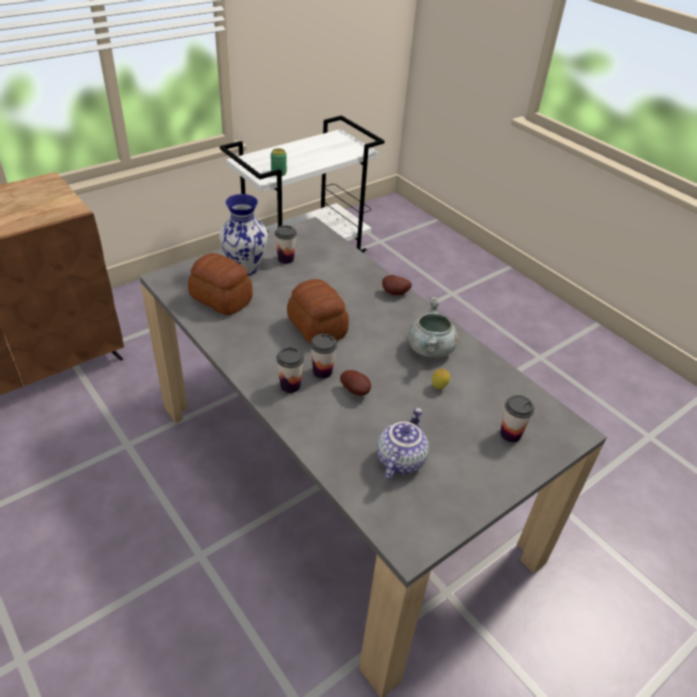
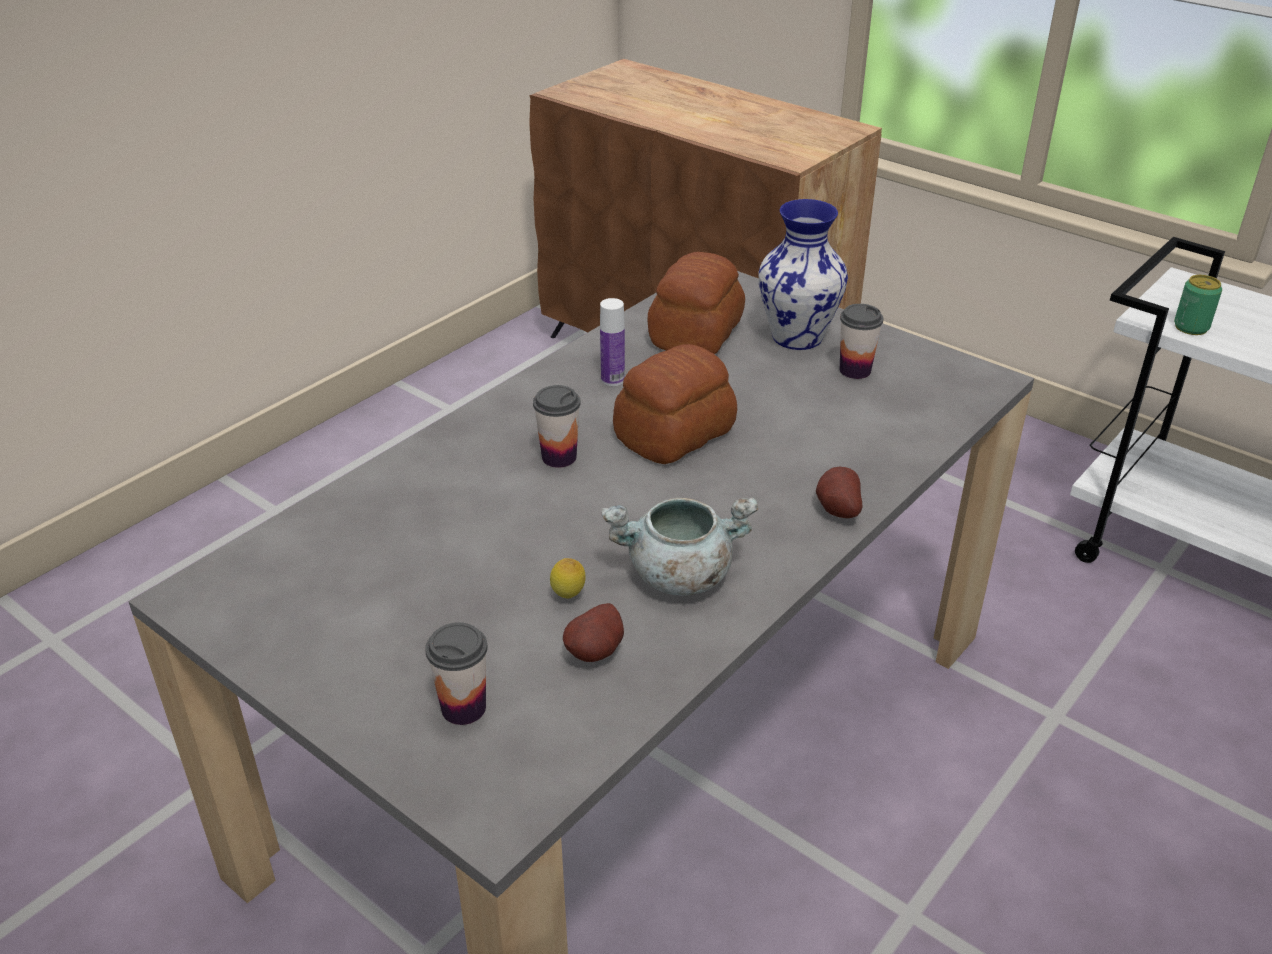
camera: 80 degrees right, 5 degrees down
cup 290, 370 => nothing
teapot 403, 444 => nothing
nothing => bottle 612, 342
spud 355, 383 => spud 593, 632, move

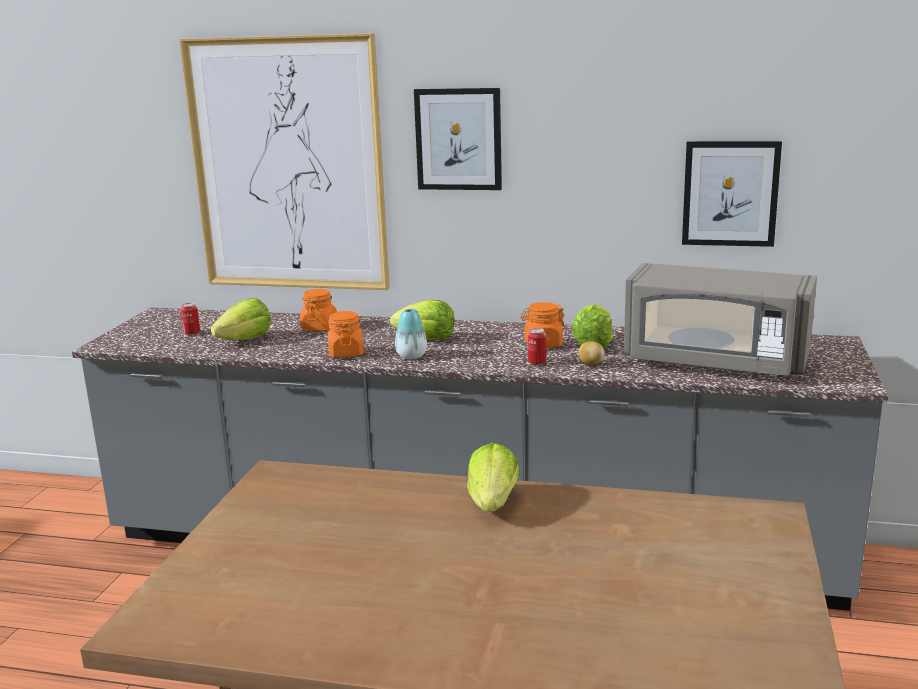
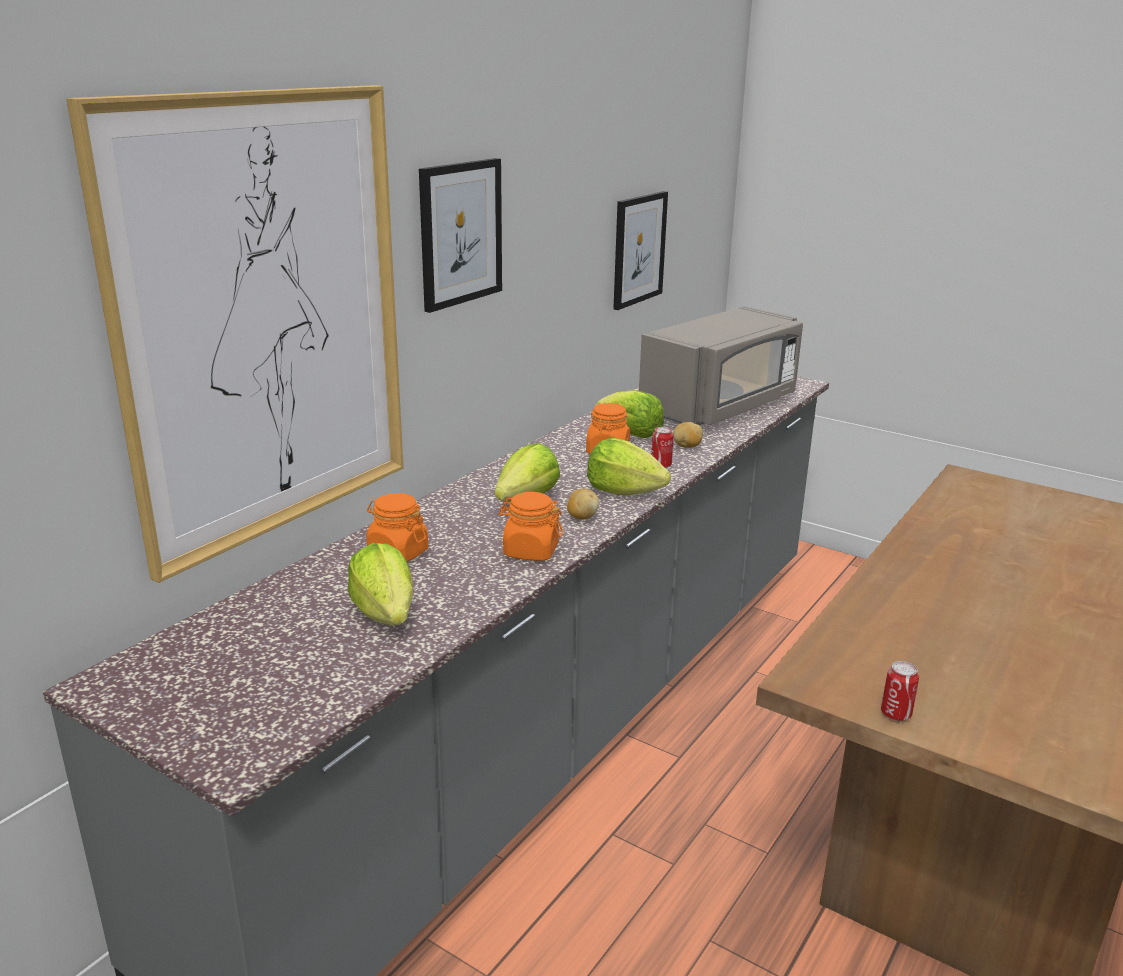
camera: 70 degrees left, 5 degrees up
sealed can 190, 319 => sealed can 900, 691, move
head of lettuce 493, 477 => head of lettuce 629, 466, move
flower vase 411, 333 => spud 583, 504

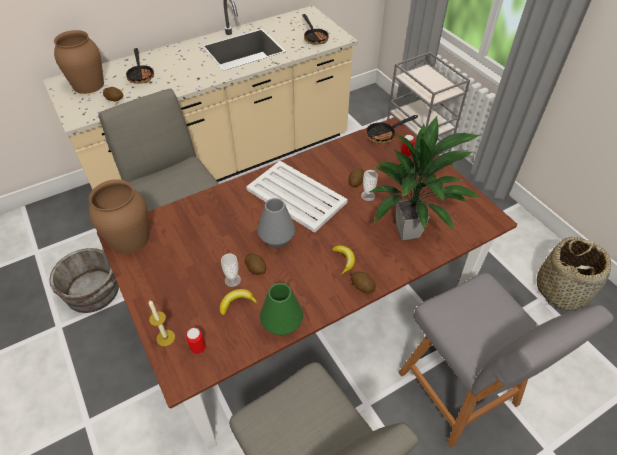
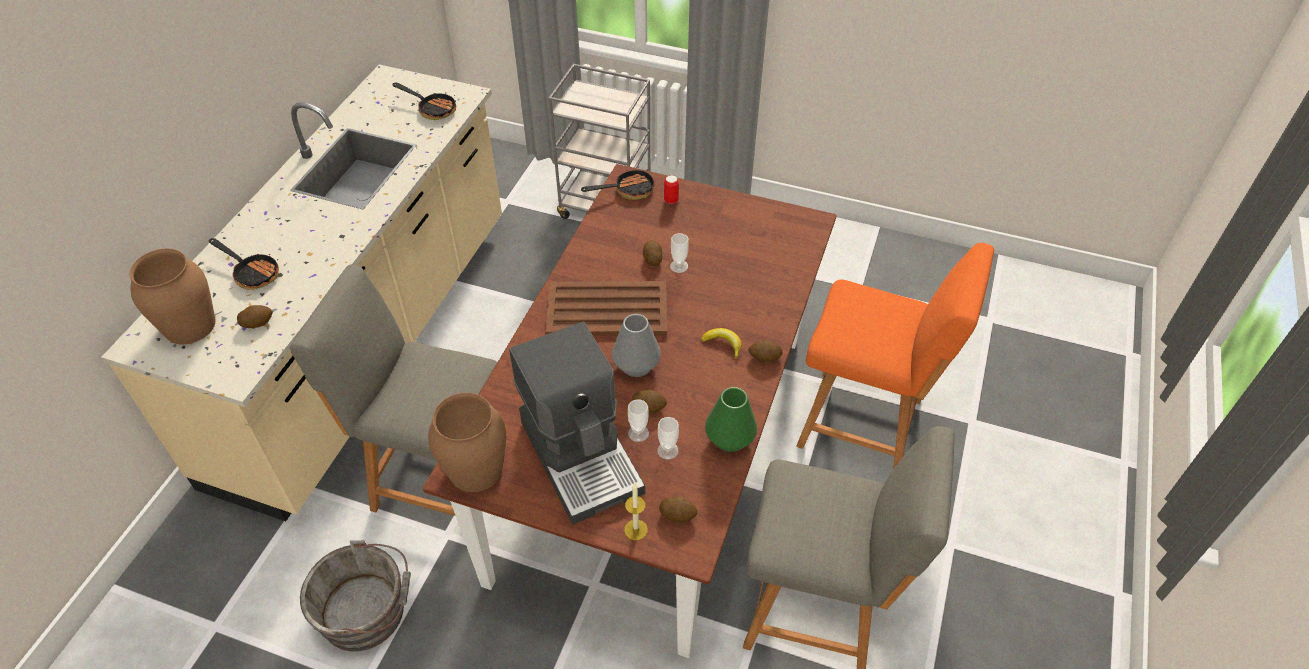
camera: 40 degrees left, 0 degrees up
potted plant 425, 178 => nothing
storage basket 574, 274 => nothing
nothing => coffee brewer 577, 423
sealed can 196, 341 => spud 678, 510
banana fruit 239, 302 => cup 668, 438
whitish serving tray 297, 197 => brown serving tray 606, 308
grey chair 506, 360 => orange-coloured chair 895, 356
frying pan 392, 129 => frying pan 617, 184, 135 degrees counterclockwise

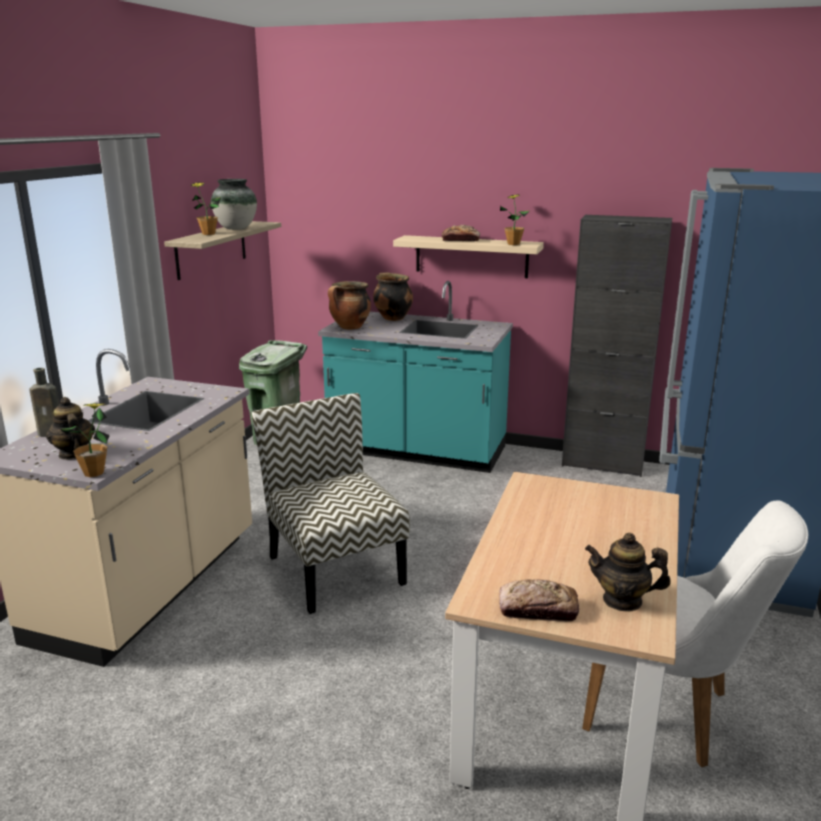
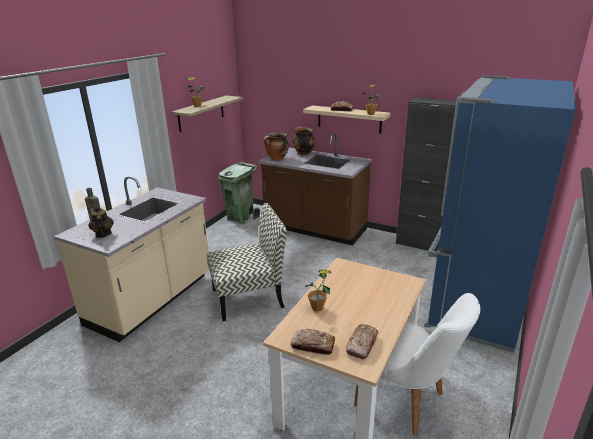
camera: 10 degrees right, 5 degrees up
flower vase 234, 204 => nothing
potted plant 85, 440 => potted plant 318, 290, move
teapot 628, 572 => bread 362, 341
blue-green counter 415, 377 => brown counter 315, 189
chair 330, 503 => chair 247, 262, 90 degrees clockwise

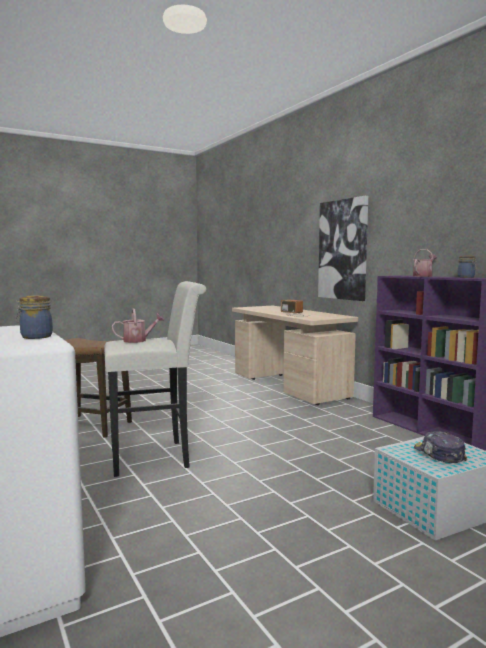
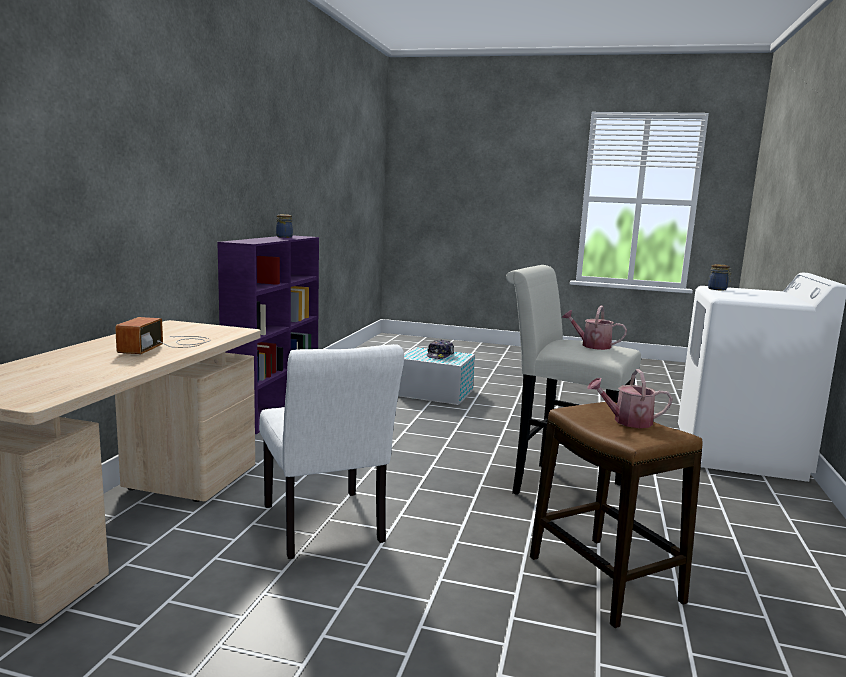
camera: 135 degrees left, 5 degrees up
picture 343, 248 => nothing
nothing => whitish chair 331, 451
watering pot 425, 263 => watering pot 630, 398, move

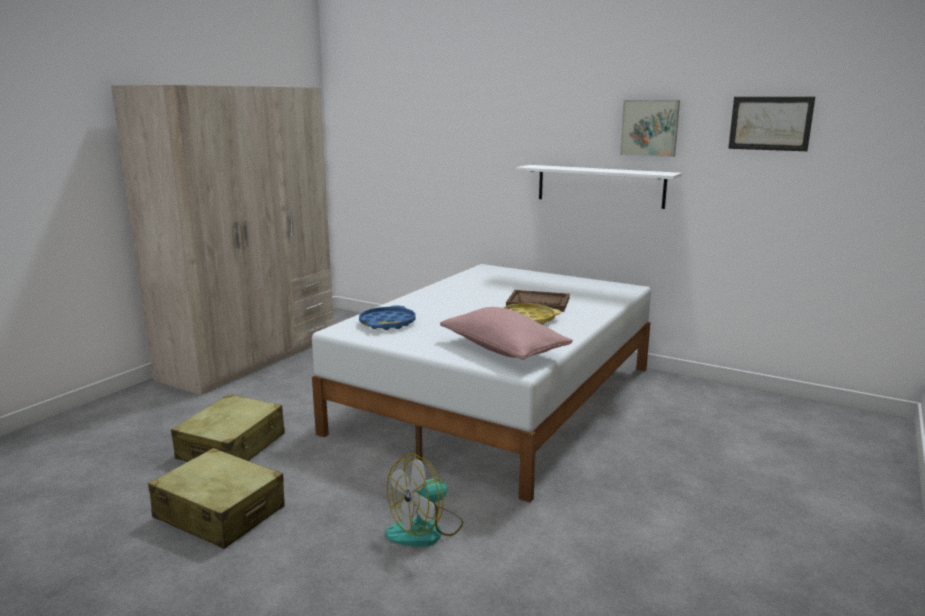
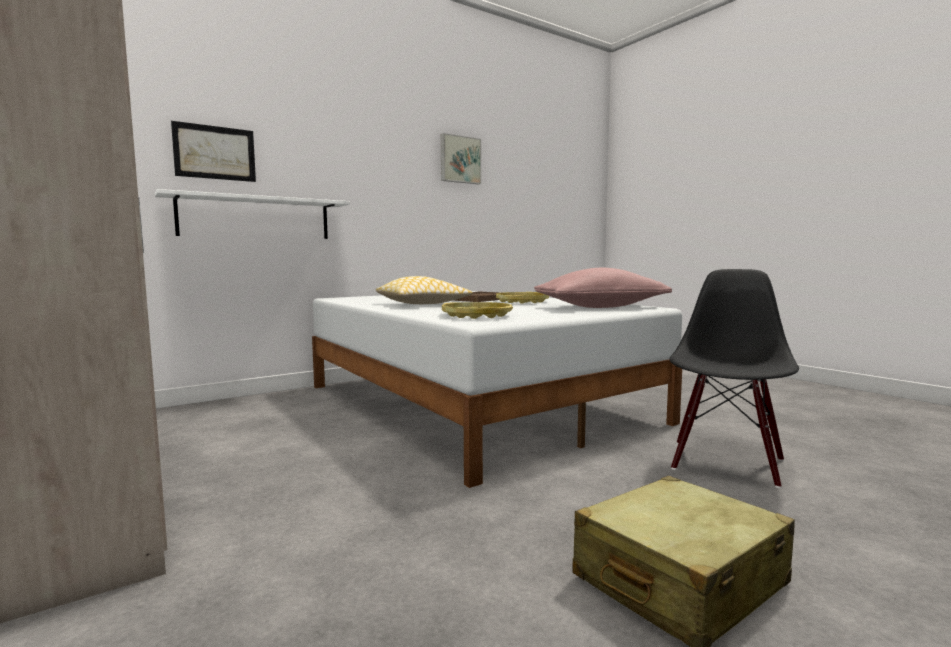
camera: 65 degrees left, 10 degrees down
beige-coloured piece of luggage 228, 428 => nothing
nothing => pillow 424, 290
whitish shelf 599, 187 => whitish shelf 252, 214, move
picture 771, 124 => picture 213, 151, move
fan 424, 500 => blackish chair 734, 378
bluish serving tray 387, 318 => yellowish serving tray 477, 310

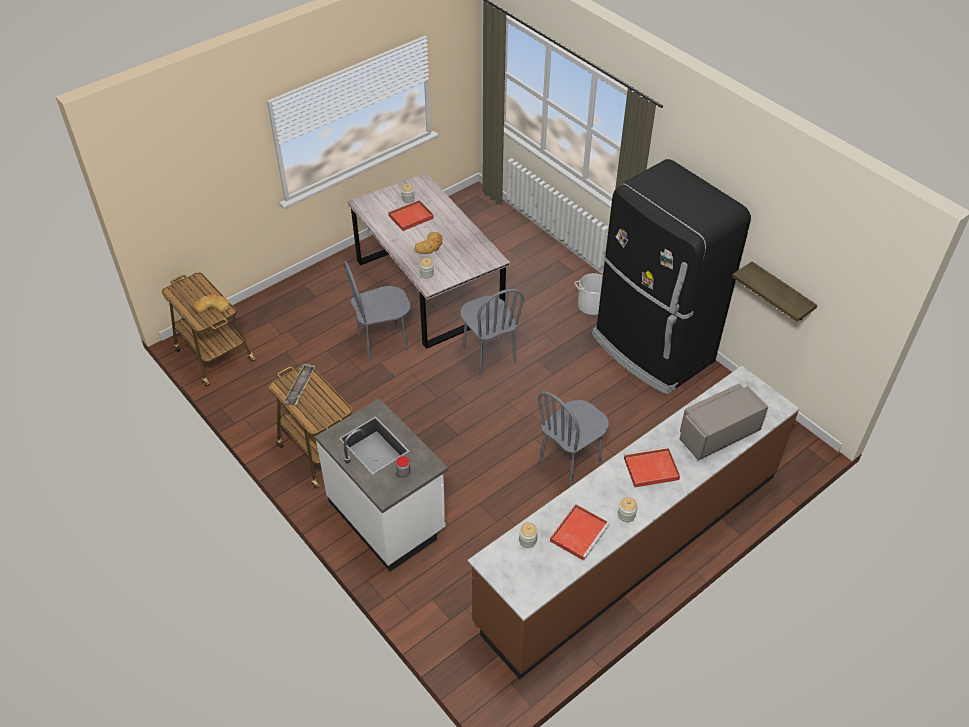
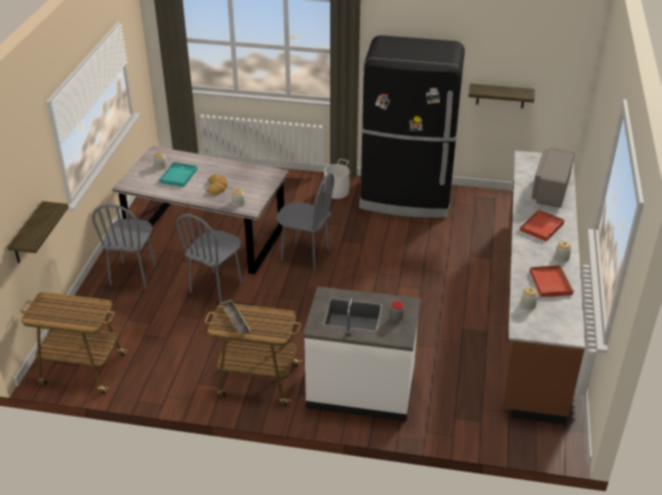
camera: 40 degrees left, 10 degrees down
bread 211, 304 => nothing
nothing => shelf 38, 232
grey chair 573, 439 => grey chair 124, 246, move
red-coloured serving tray 411, 215 => blue-green serving tray 177, 174

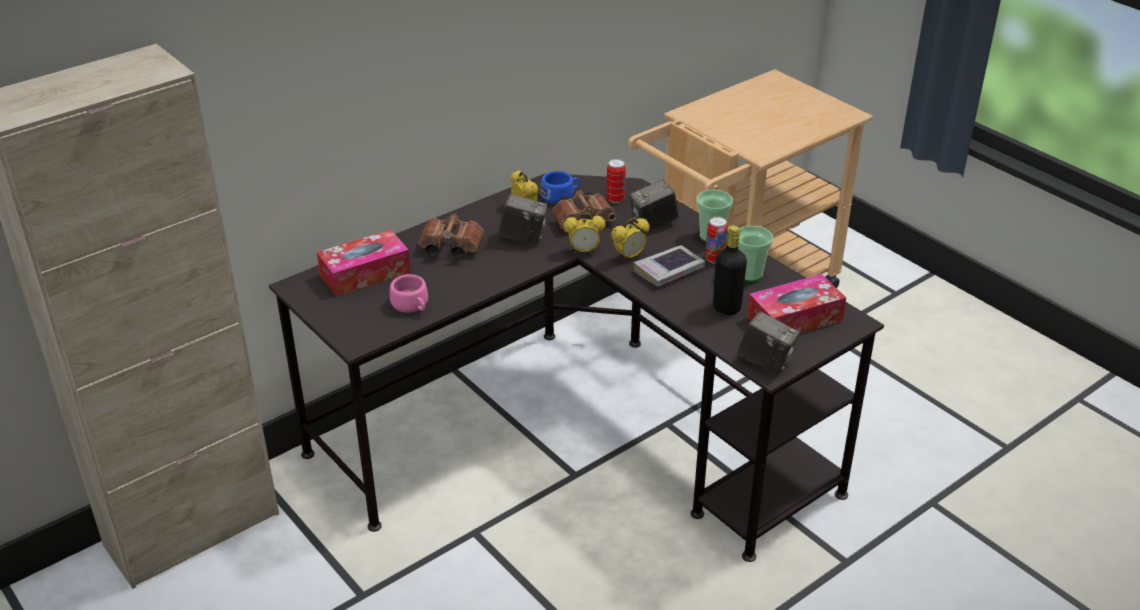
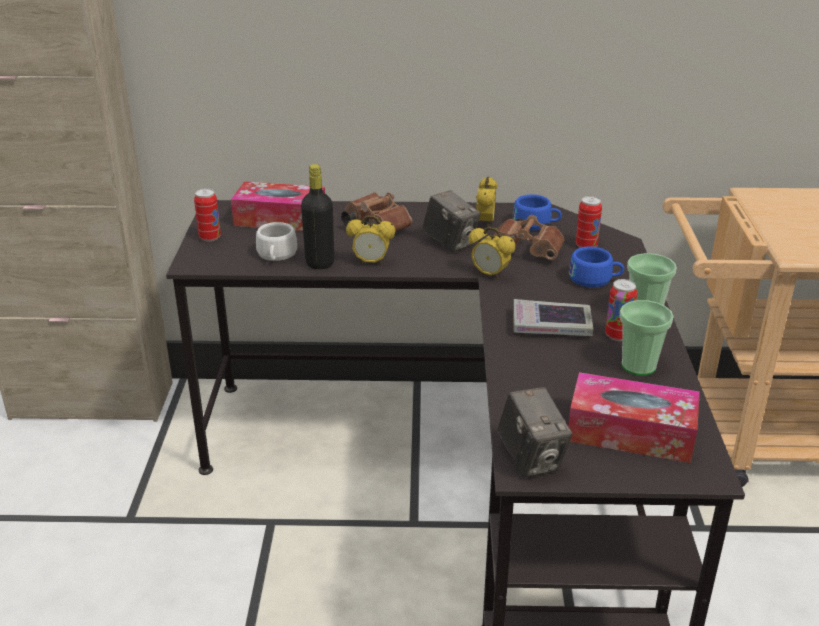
camera: 40 degrees right, 5 degrees down
nothing => sealed can 207, 215
table clock 630, 240 => table clock 370, 240, move
blackish bottle 730, 270 => blackish bottle 317, 217, move
photo camera 654, 205 => bluish cup 596, 267
pink cup 409, 293 => whitish cup 276, 241

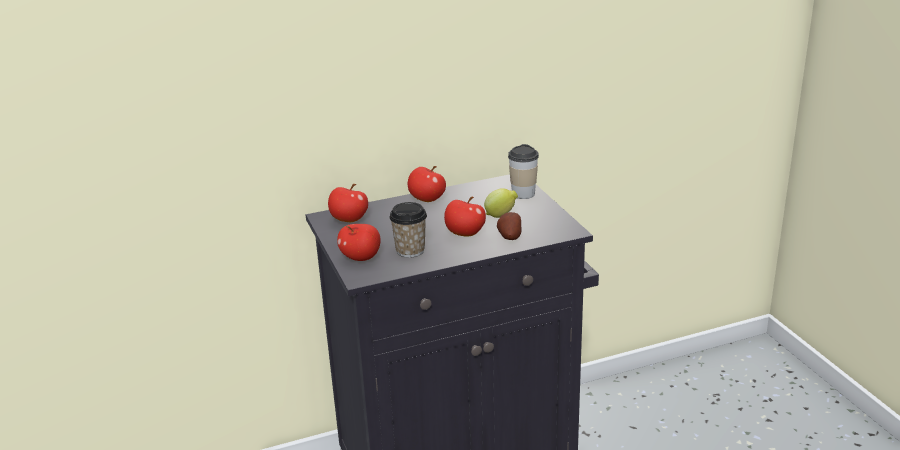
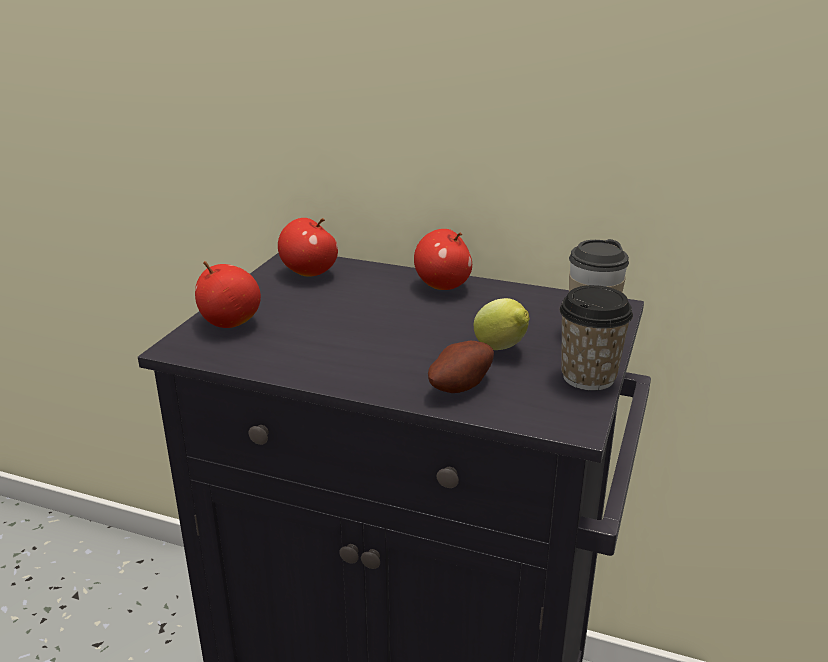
camera: 40 degrees right, 0 degrees up
whole apple 465, 217 => nothing
cup 408, 230 => cup 596, 338, move

